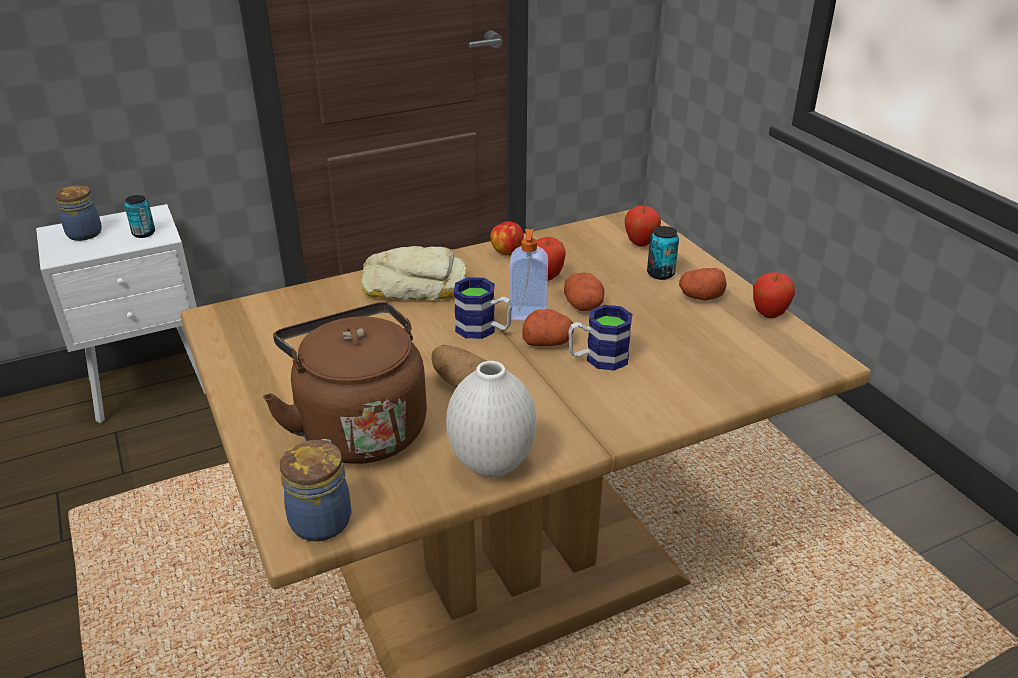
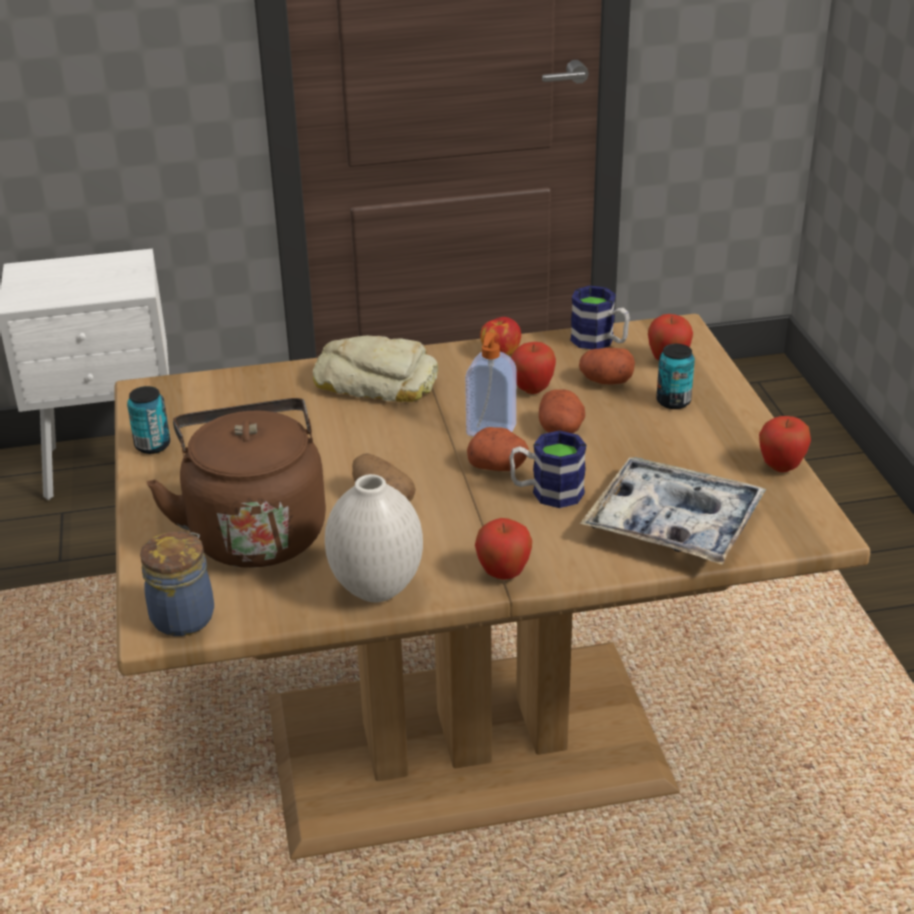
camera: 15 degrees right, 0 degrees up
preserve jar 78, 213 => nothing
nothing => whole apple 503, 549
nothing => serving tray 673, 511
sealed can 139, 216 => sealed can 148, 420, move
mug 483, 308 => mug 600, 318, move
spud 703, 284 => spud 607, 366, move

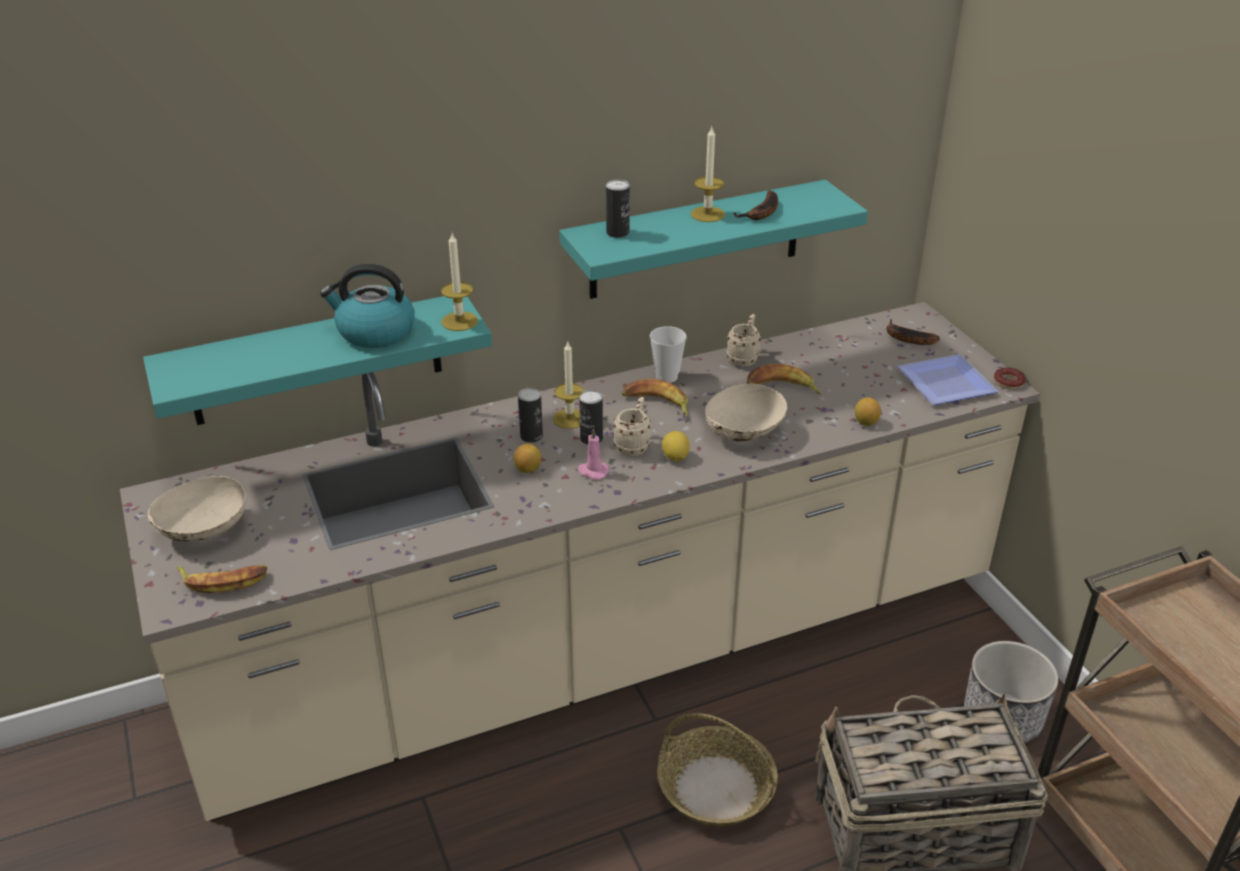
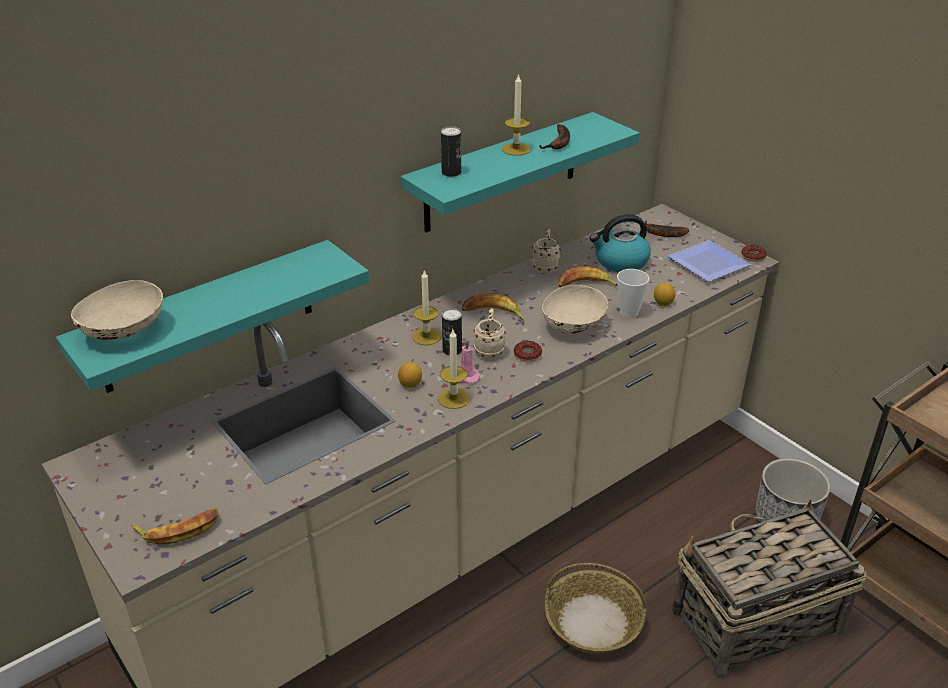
camera: 15 degrees left, 0 degrees up
sealed can 530, 415 => nothing
beige-coloured serving bowl 197, 508 => beige-coloured serving bowl 117, 310, move
water kettle 367, 306 => water kettle 620, 243, move
candle 459, 282 => candle 454, 369, move
cup 668, 354 => cup 633, 293, move
whole lemon 676, 446 => donut 528, 351

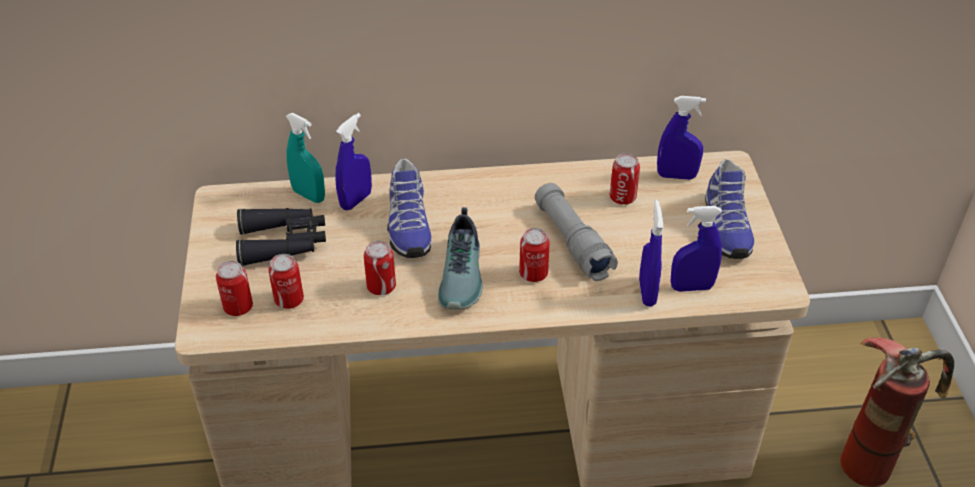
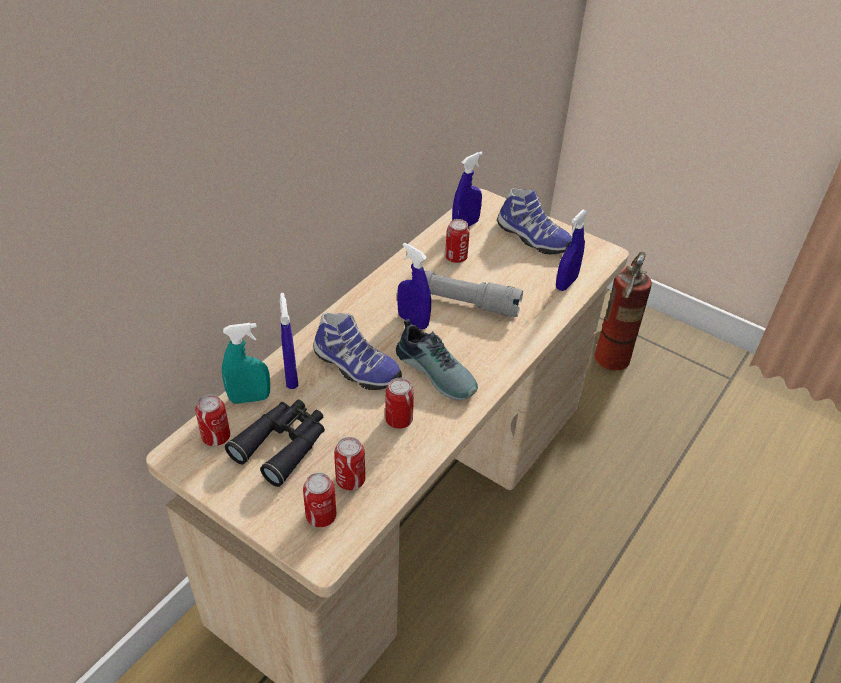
camera: 50 degrees left, 0 degrees up
sealed can 534, 255 => sealed can 212, 420, move
bluish sprayer 651, 253 => bluish sprayer 414, 286, move

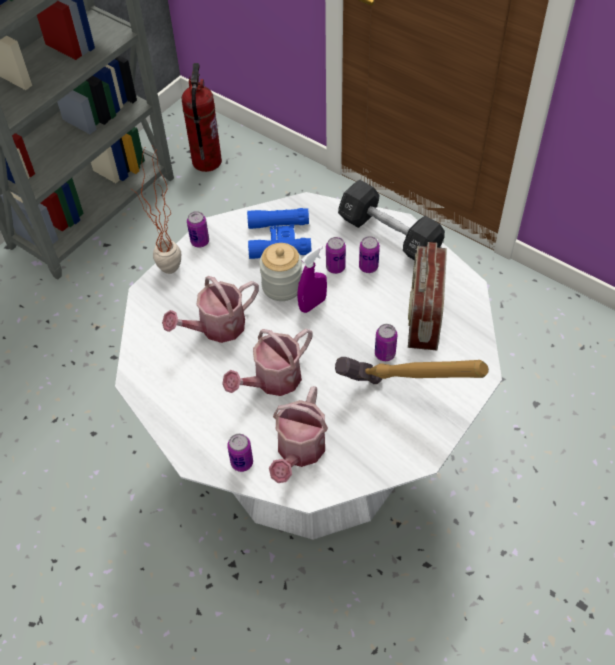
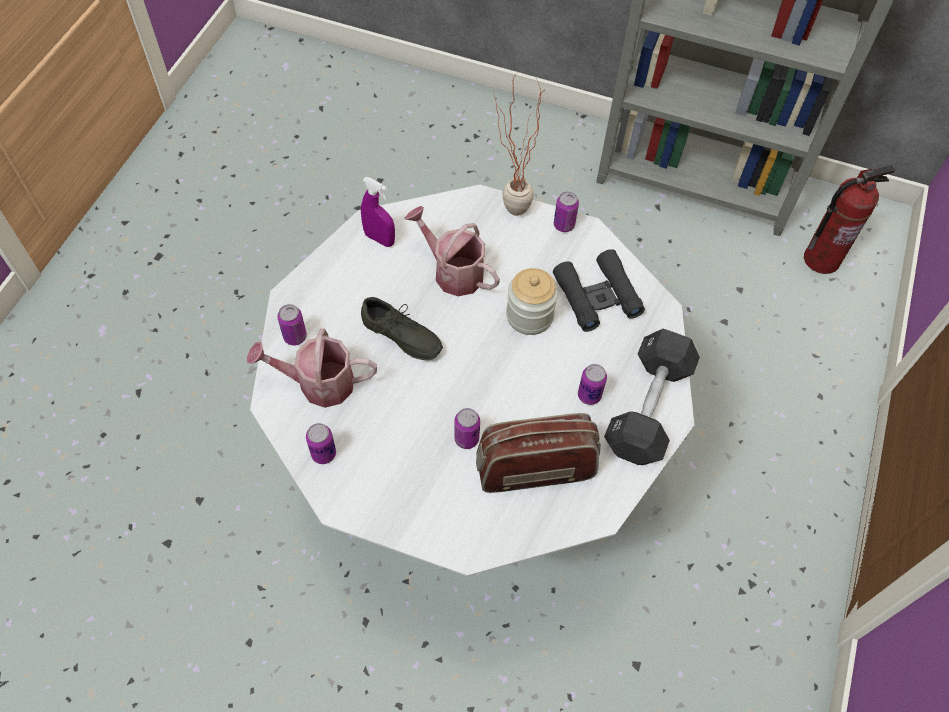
camera: 70 degrees right, 5 degrees up
hammer 412, 370 => nothing
purplish sprayer 312, 279 => purplish sprayer 378, 212, move
sealed can 336, 255 => sealed can 321, 443, move
watering pot 267, 362 => grey shoe 402, 328
bluish binoculars 279, 233 => blackish binoculars 599, 290

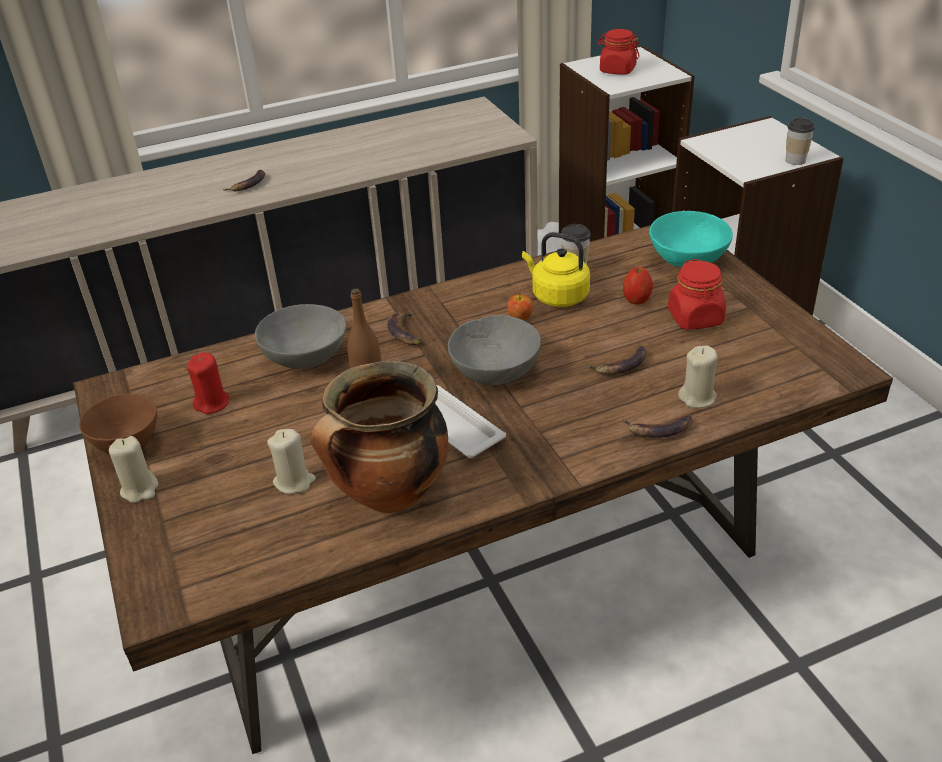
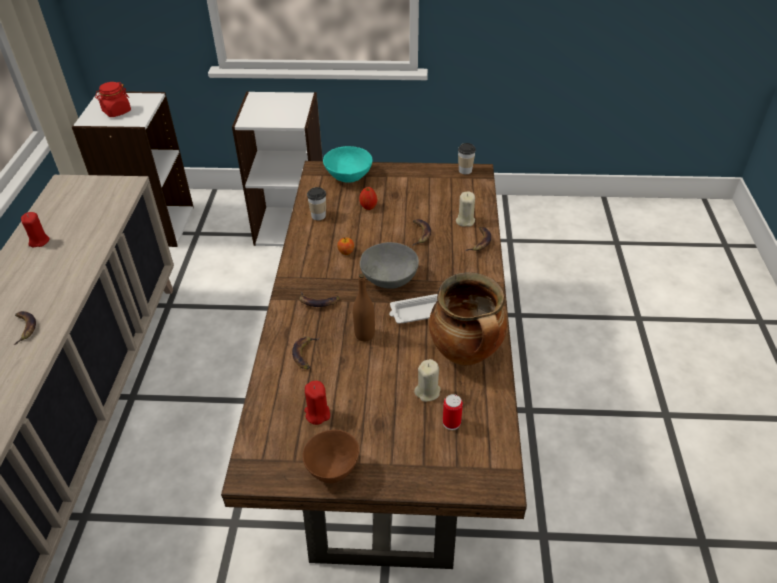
camera: 65 degrees left, 5 degrees up
beige-coloured candle 133, 469 => nothing
yellowish water kettle 556, 269 => nothing
red-coloured preserve jar 697, 294 => nothing
nothing => red-coloured candle 35, 229
nothing => sealed can 453, 412
cup 800, 141 => cup 467, 158, move
grey serving bowl 300, 336 => banana fruit 305, 352

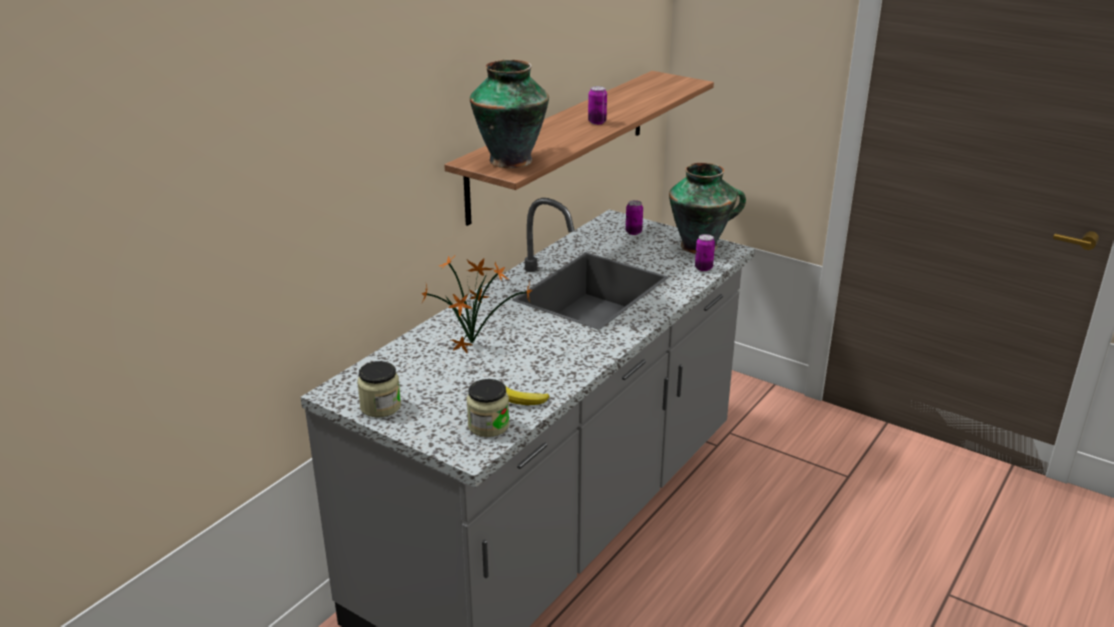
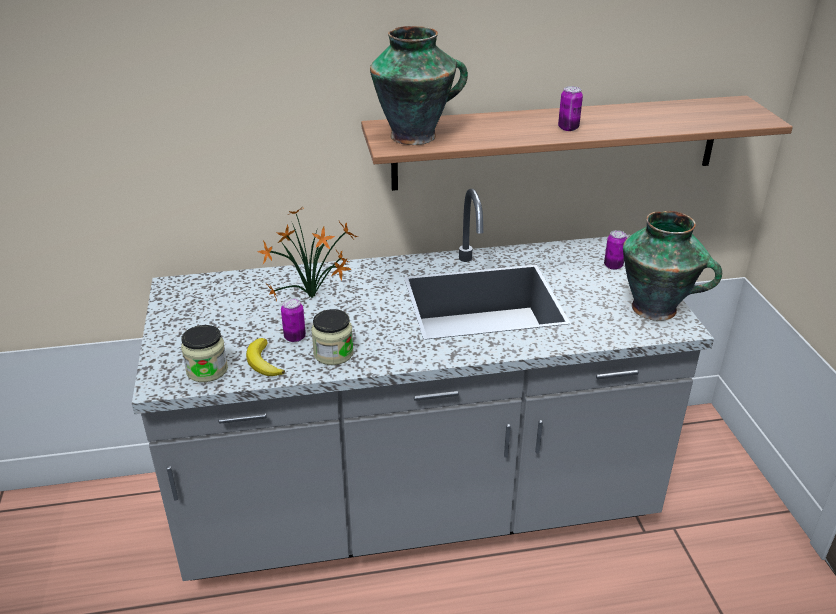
camera: 45 degrees right, 5 degrees up
preserve jar 379, 389 => preserve jar 332, 337, move
sealed can 705, 252 => sealed can 293, 320, move

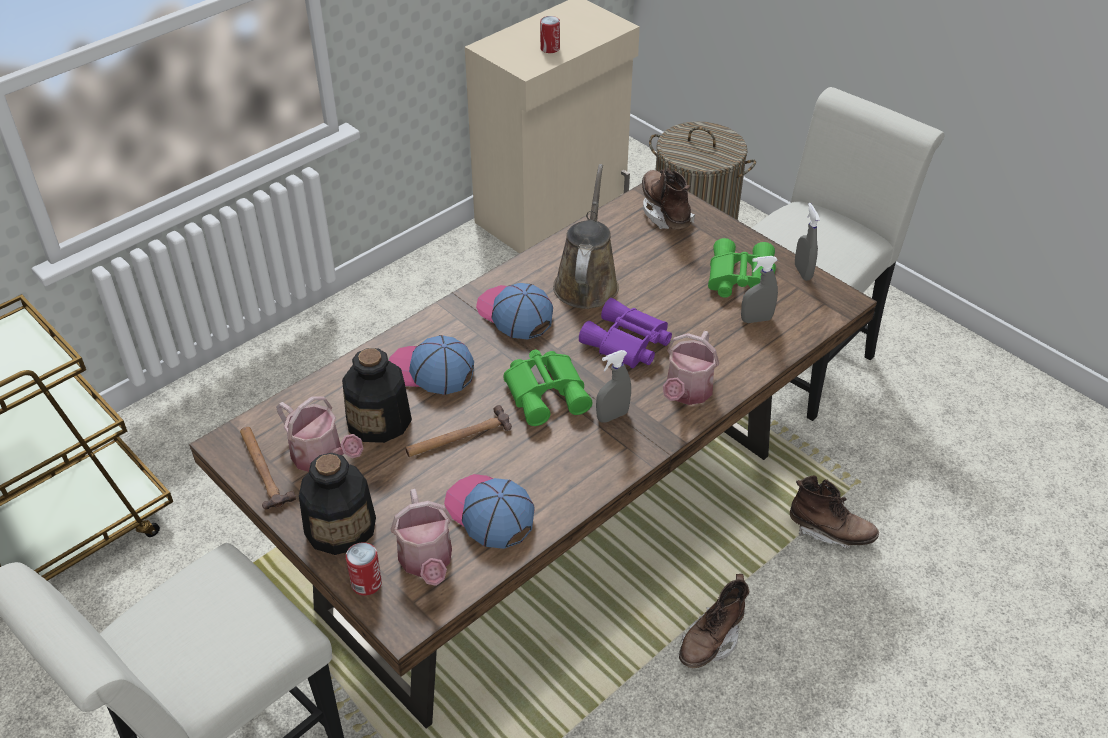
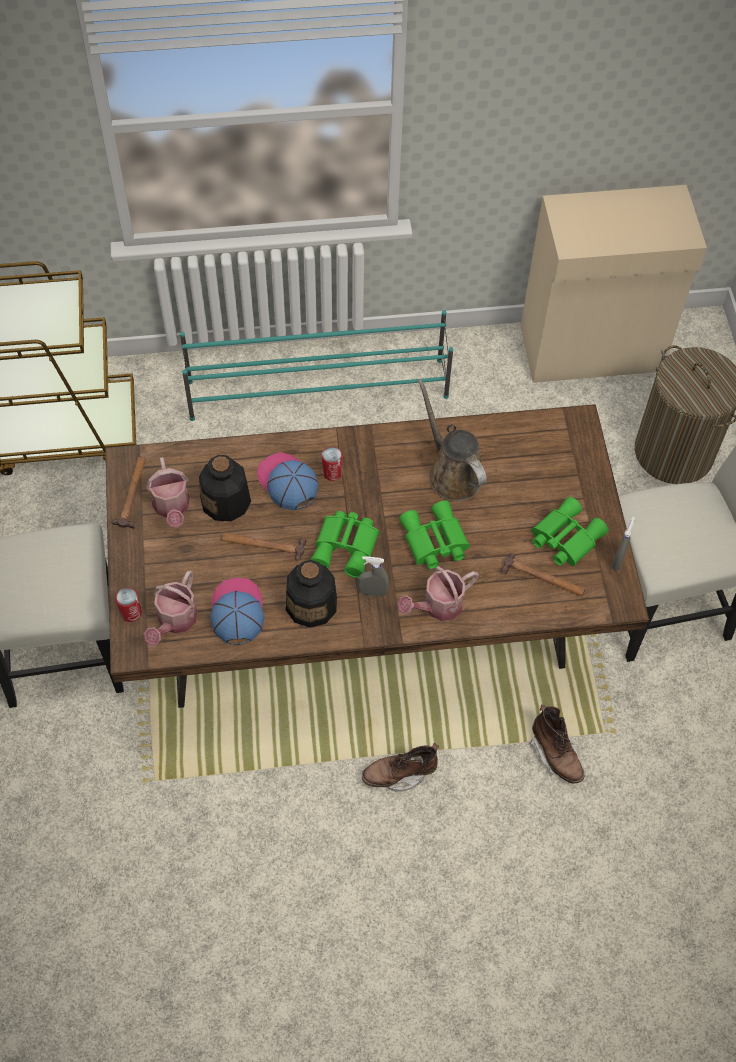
camera: 35 degrees right, 15 degrees up
baseball cap 514, 311 => nothing
brown boot 668, 199 => nothing
nothing => blue-green shoe shelf 316, 365
bottle 337, 504 => bottle 311, 594, move
sealed can 550, 34 => sealed can 332, 463, move
grey sprayer 759, 289 => hammer 542, 574
purplish binoculars 625, 333 => green binoculars 434, 534
brown watering pot 586, 236 => brown watering pot 452, 440, 75 degrees counterclockwise

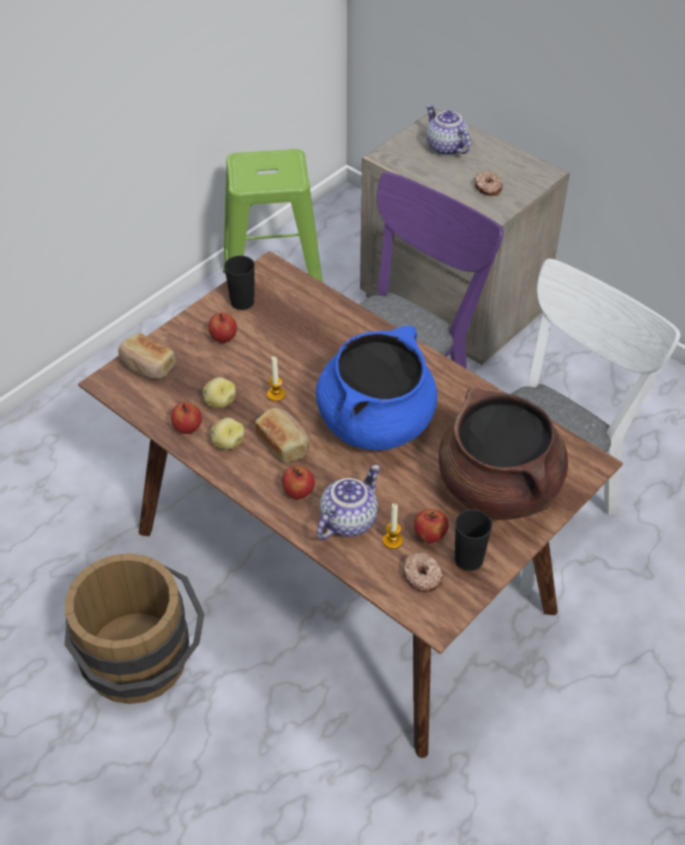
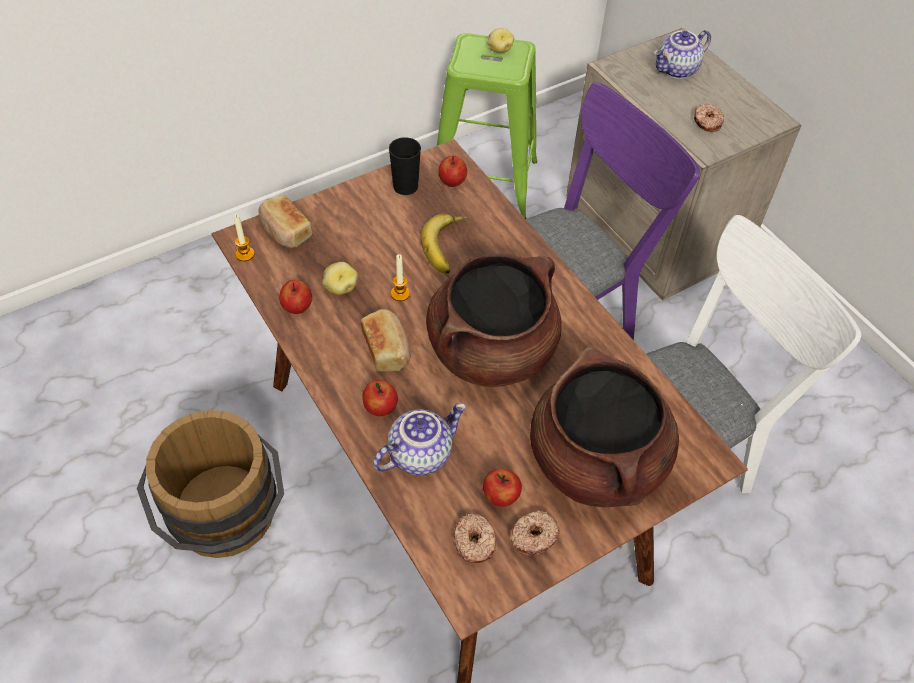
camera: 15 degrees right, 5 degrees up
nothing => banana fruit 445, 244
whole apple 222, 327 => whole apple 452, 171, move
spud 227, 434 => spud 500, 40, move
candle 393, 526 => candle 244, 238, move
blackish cup 473, 540 => donut 535, 533
bluish stockpot 377, 388 => brown stockpot 494, 320
teapot 448, 130 => teapot 682, 54, 105 degrees counterclockwise

